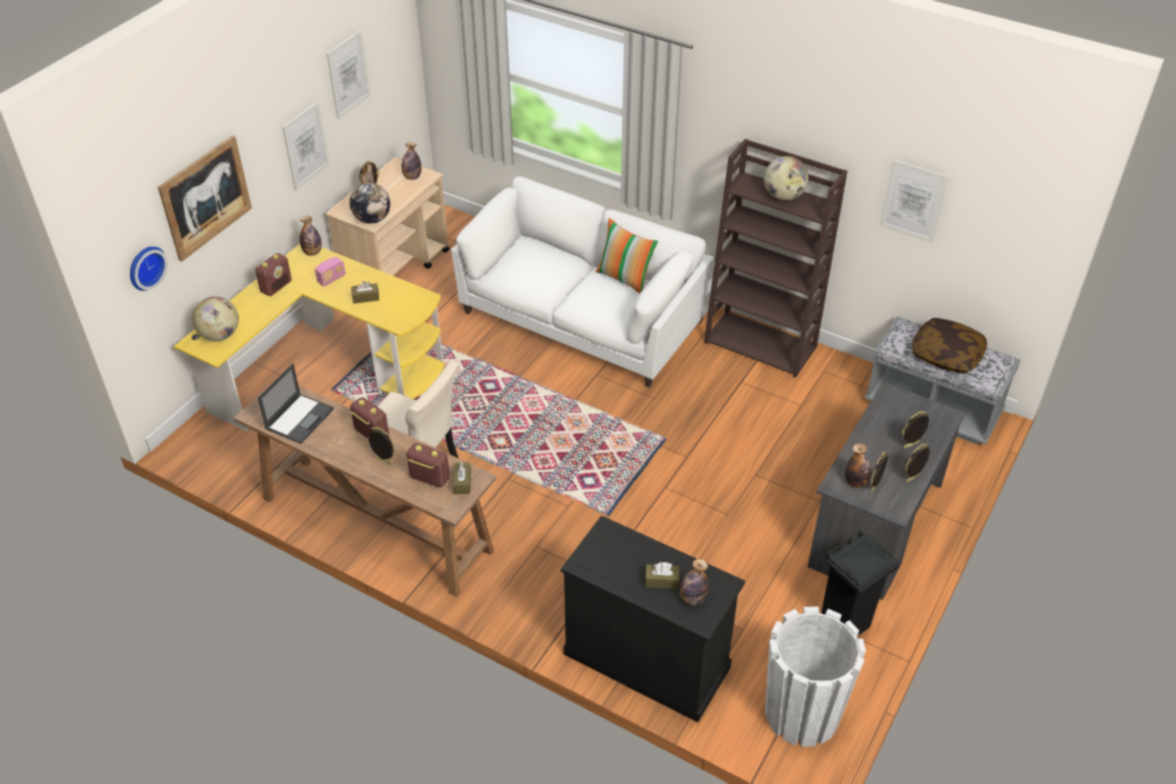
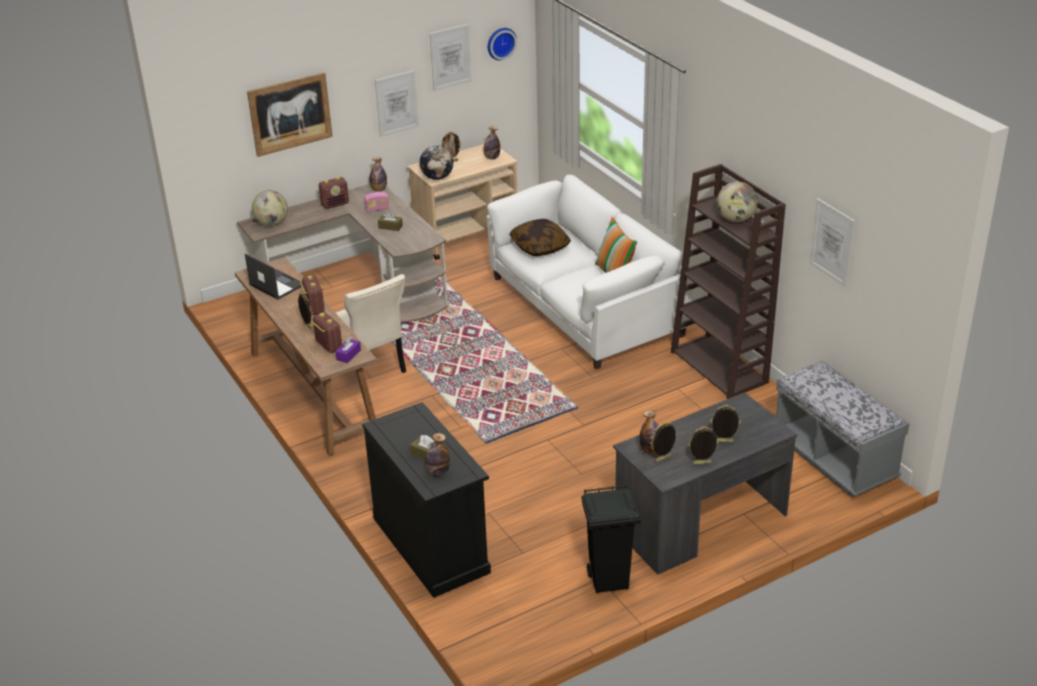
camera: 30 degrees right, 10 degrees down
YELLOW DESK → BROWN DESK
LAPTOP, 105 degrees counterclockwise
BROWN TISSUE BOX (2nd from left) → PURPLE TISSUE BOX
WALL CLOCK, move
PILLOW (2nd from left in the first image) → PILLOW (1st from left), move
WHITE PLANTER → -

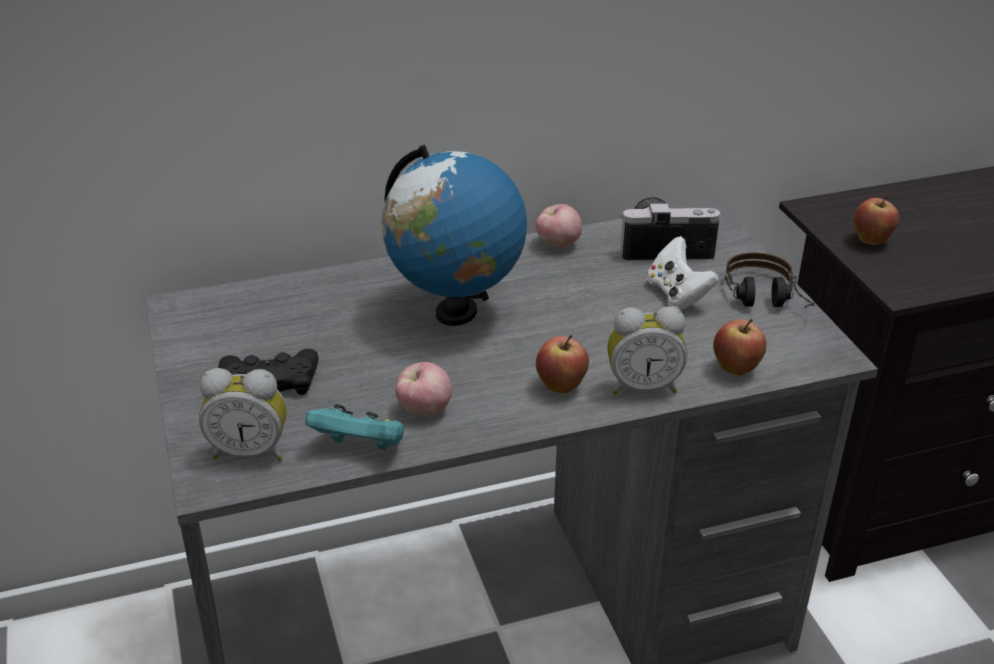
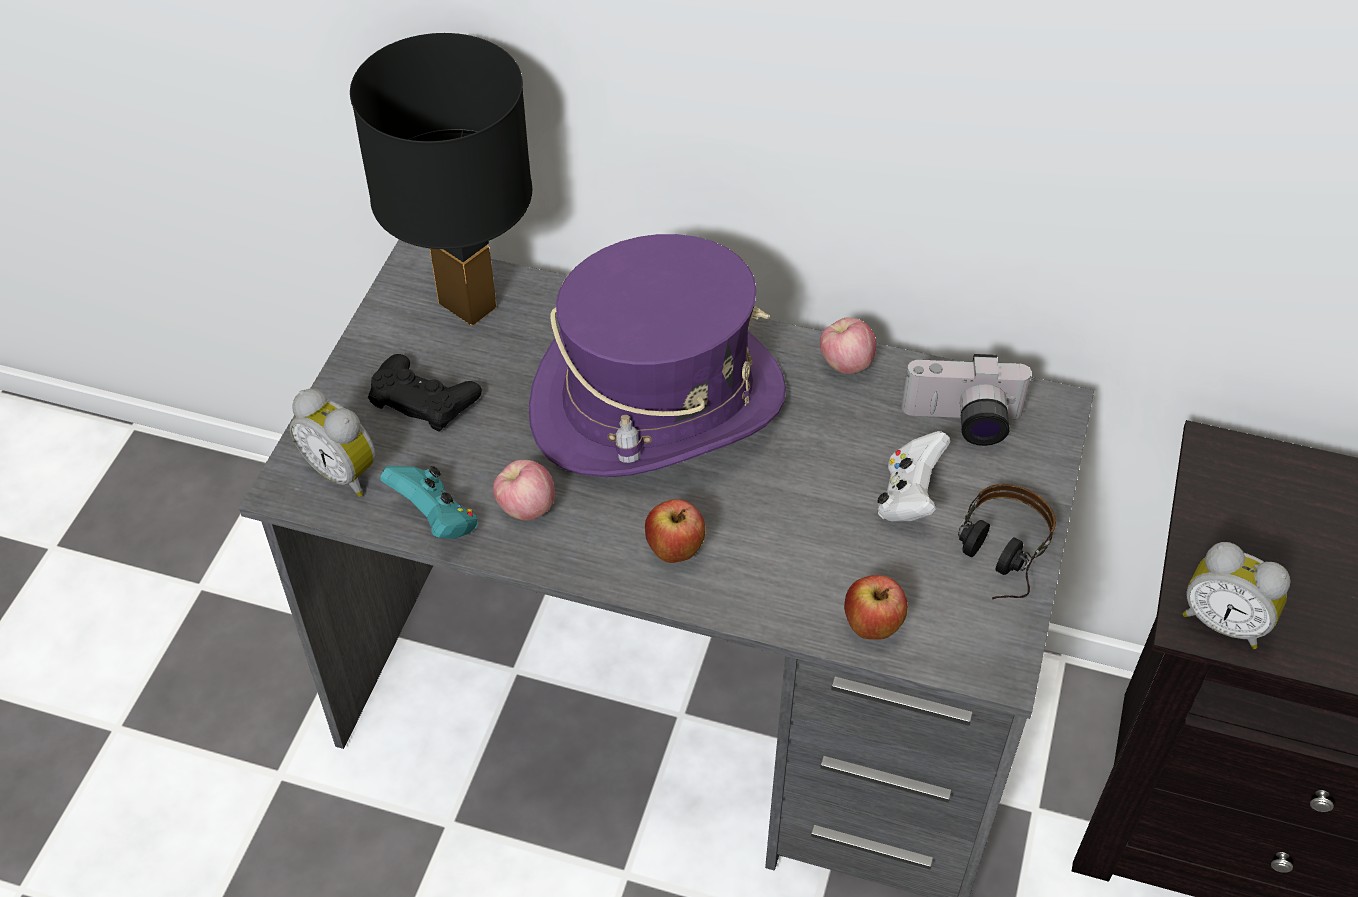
camera: 35 degrees right, 15 degrees up
- → BLACK TABLE LAMP
GLOBE → PURPLE HAT
PHOTO CAMERA, 150 degrees clockwise
ALARM CLOCK (2nd from left), move
APPLE (5th from left) → -

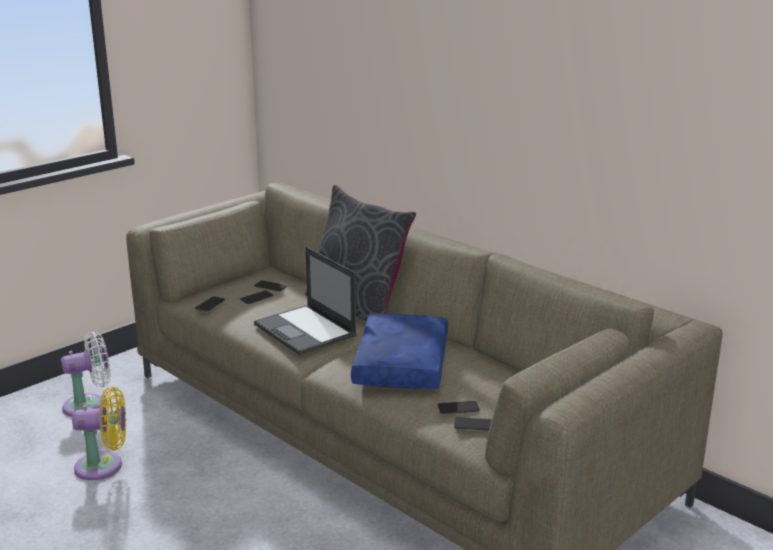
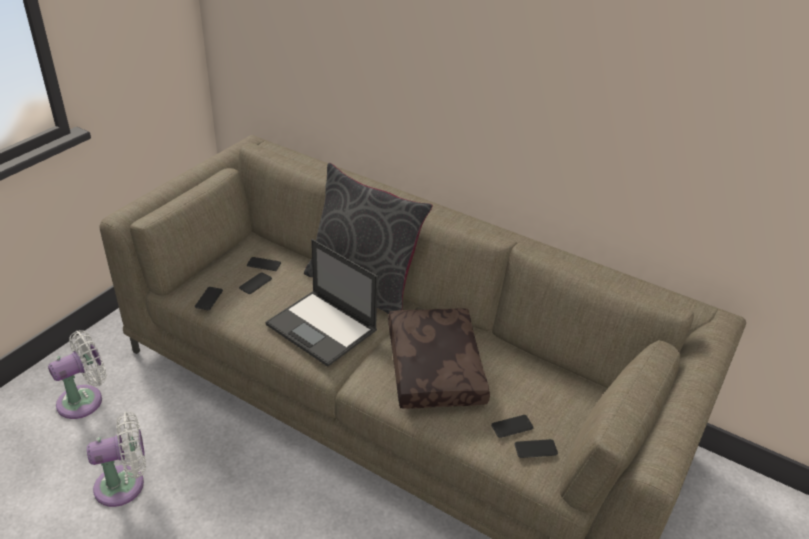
camera: 15 degrees left, 15 degrees up
YELLOW FAN → WHITE FAN (2nd from left)
BLUE PILLOW → BROWN PILLOW

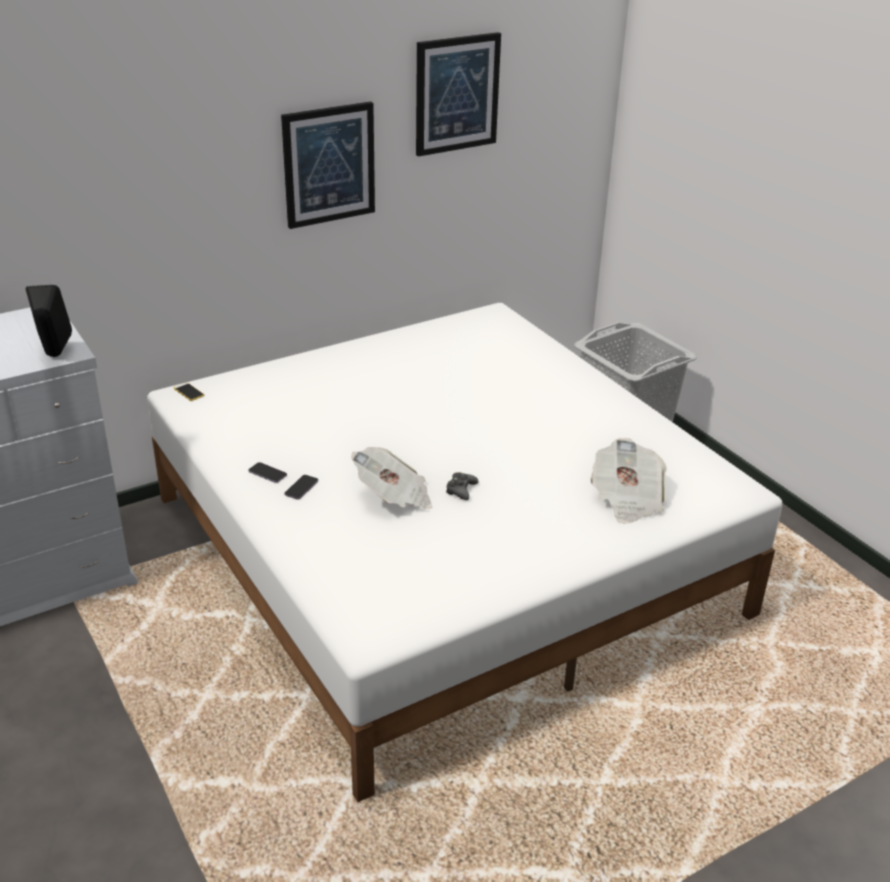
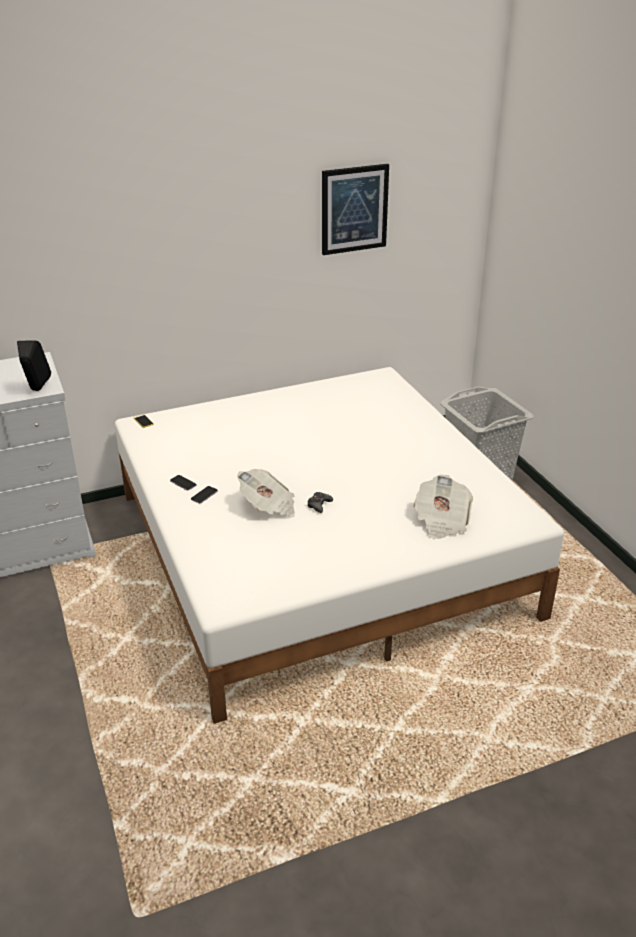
camera: 10 degrees right, 0 degrees up
PICTURE (1st from left) → -

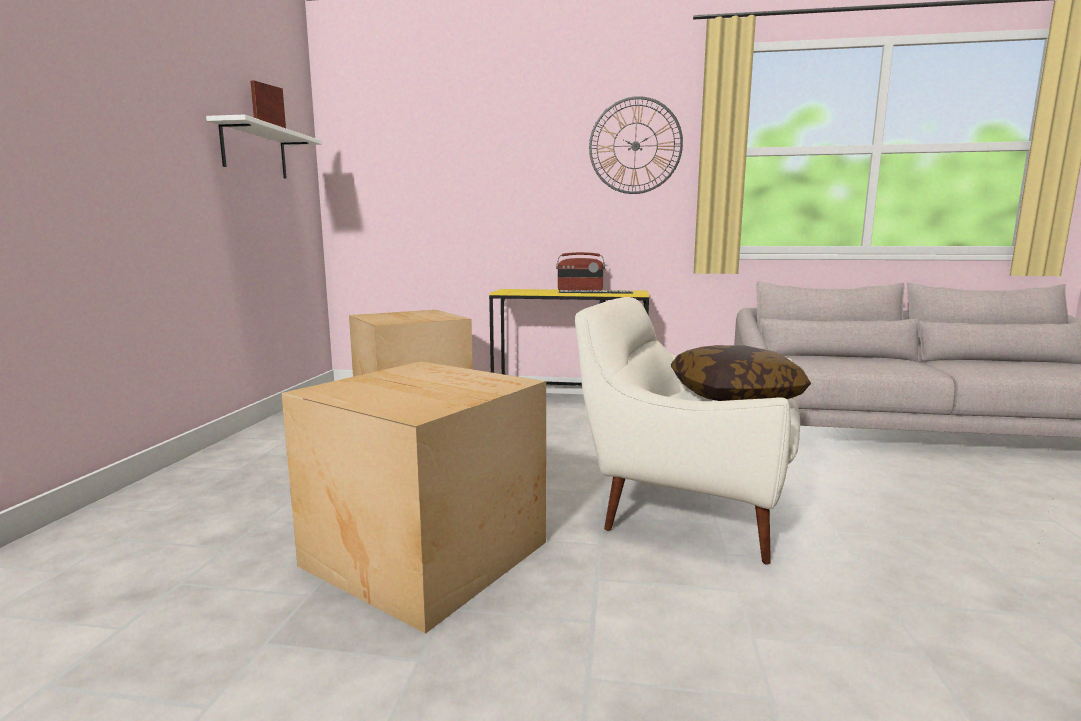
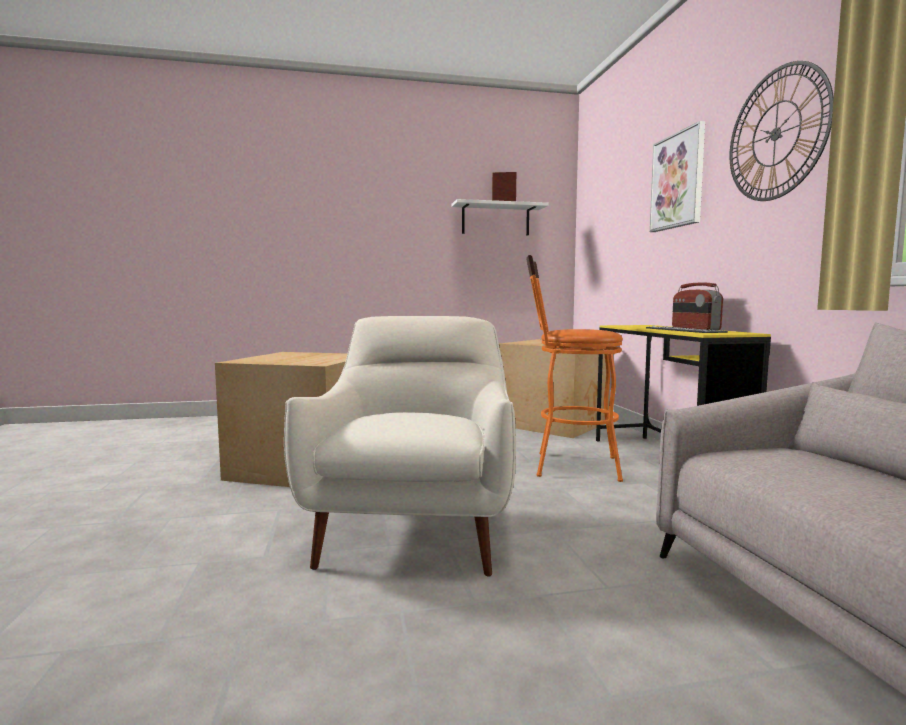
camera: 70 degrees right, 5 degrees down
- → ORANGE STOOL
- → PICTURE
PILLOW → -

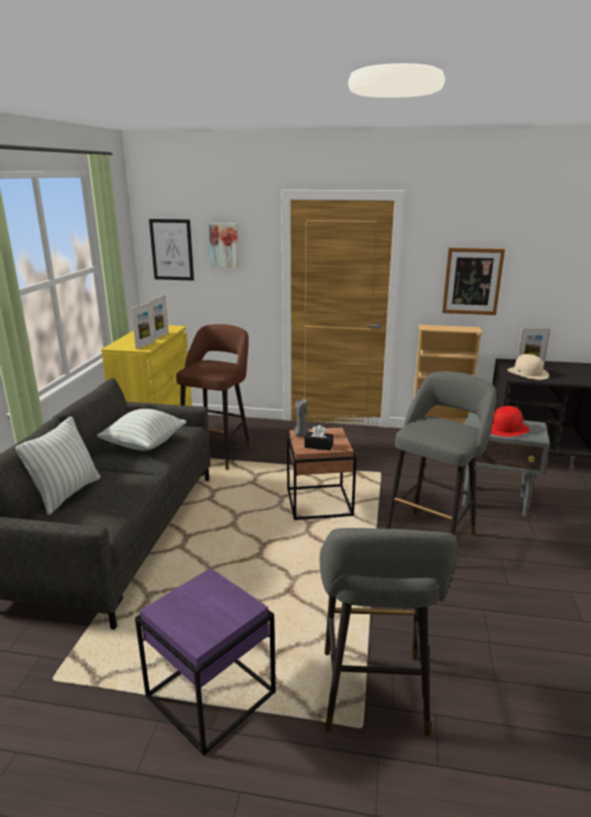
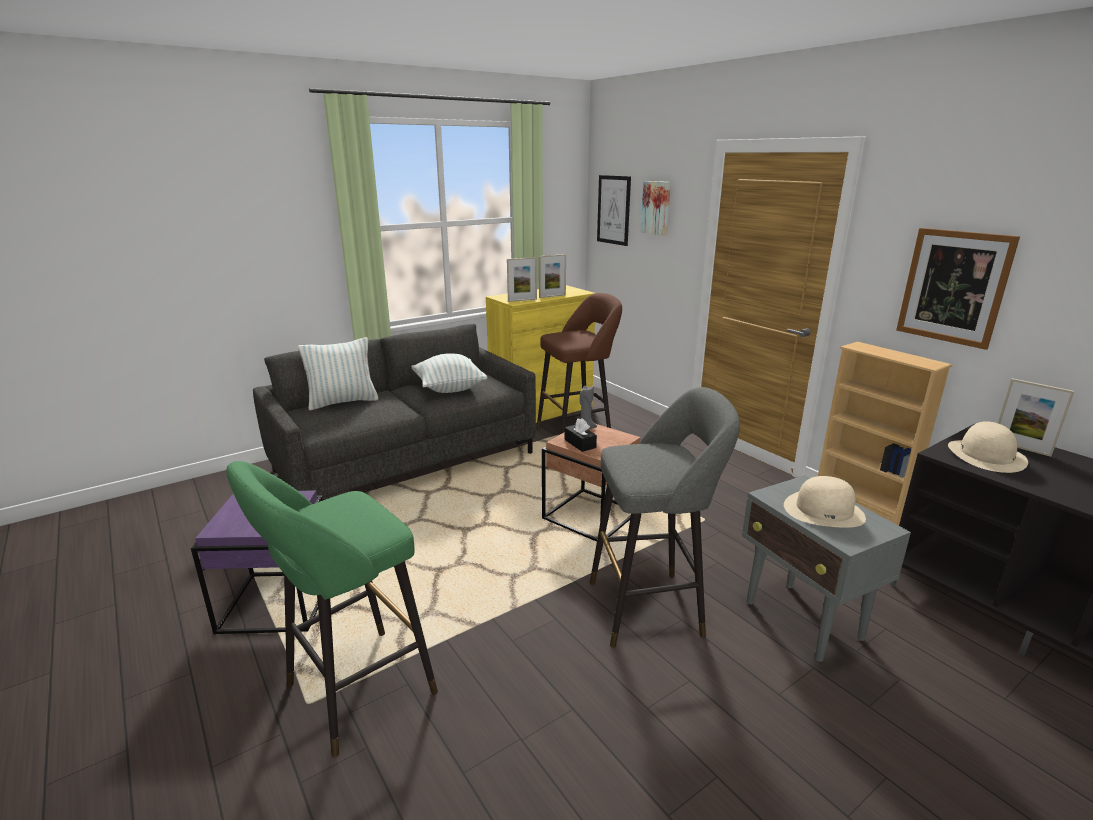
camera: 45 degrees right, 0 degrees up
GREY STOOL (1st from left) → GREEN STOOL
RED HAT → BEIGE HAT (1st from left)

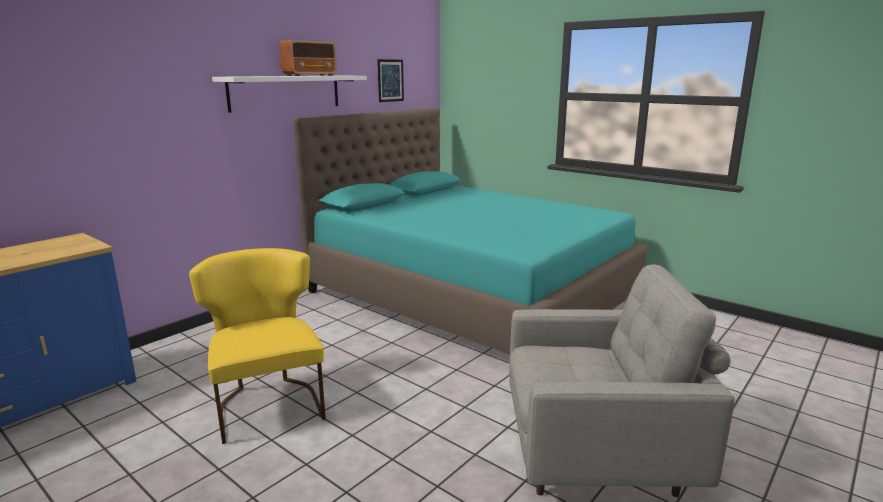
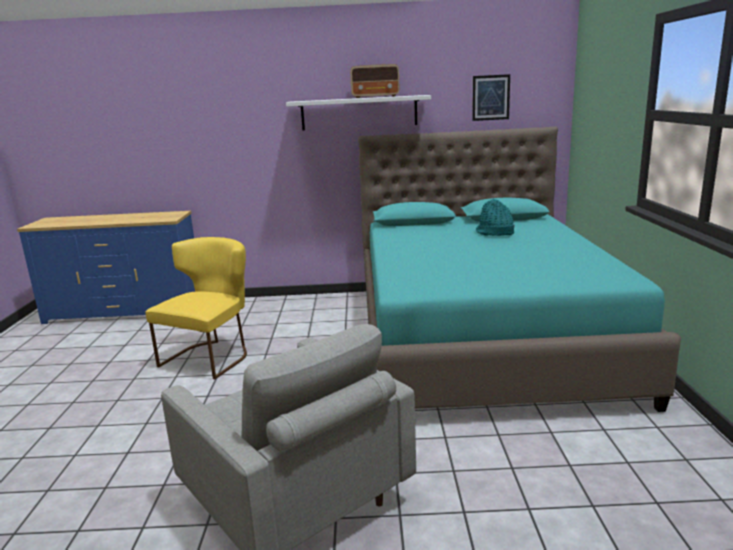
camera: 50 degrees right, 0 degrees up
- → TURQUOISE HAT

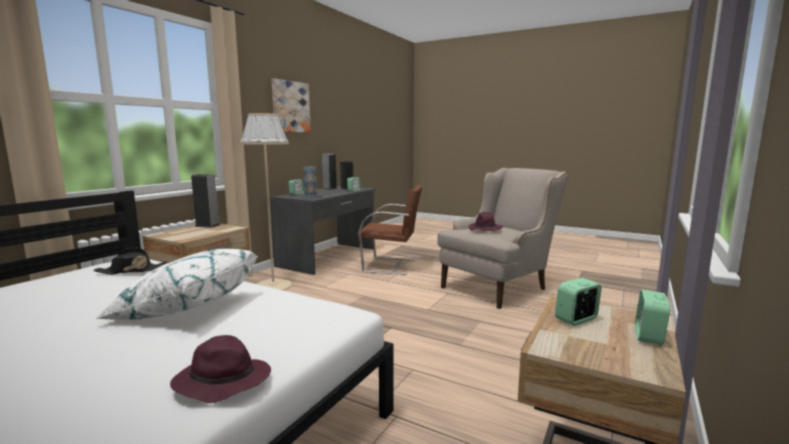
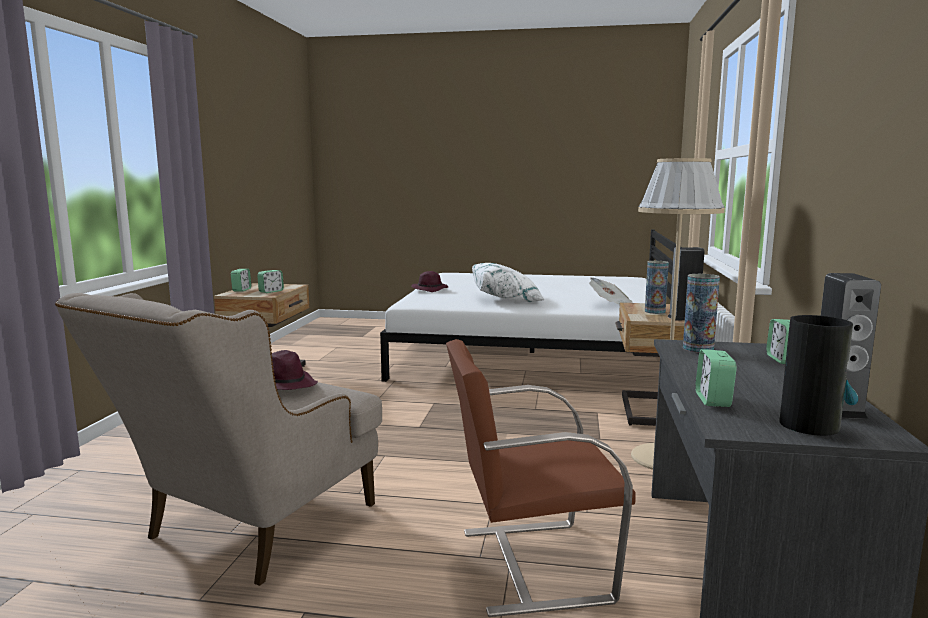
camera: 160 degrees right, 0 degrees up
BLACK HAT → NEWSPAPER
- → VASE (1st from left)
PICTURE → -

